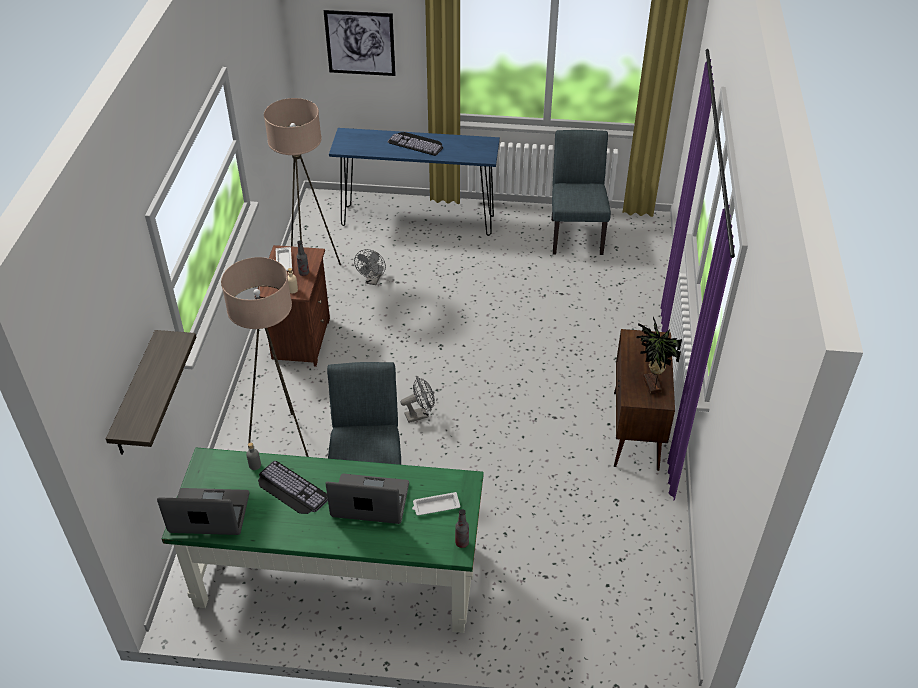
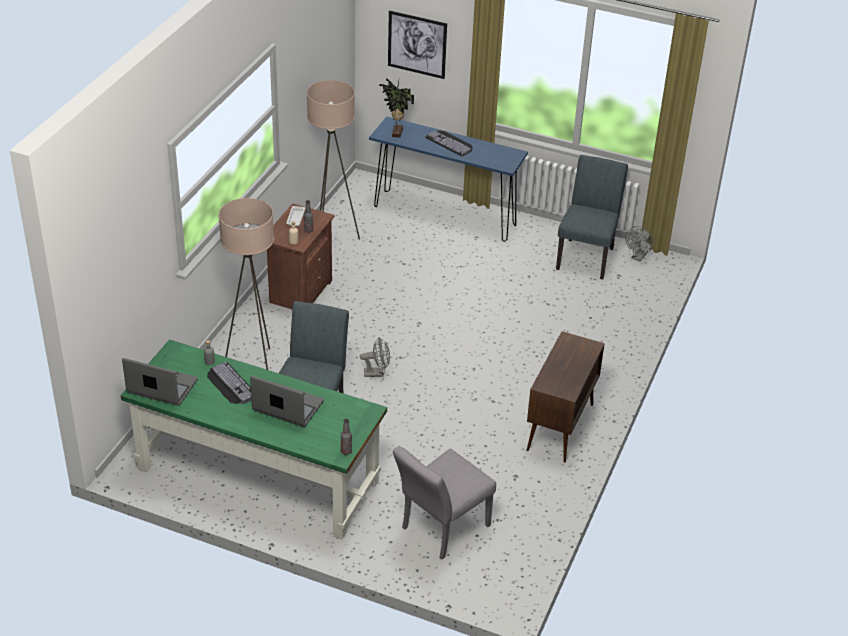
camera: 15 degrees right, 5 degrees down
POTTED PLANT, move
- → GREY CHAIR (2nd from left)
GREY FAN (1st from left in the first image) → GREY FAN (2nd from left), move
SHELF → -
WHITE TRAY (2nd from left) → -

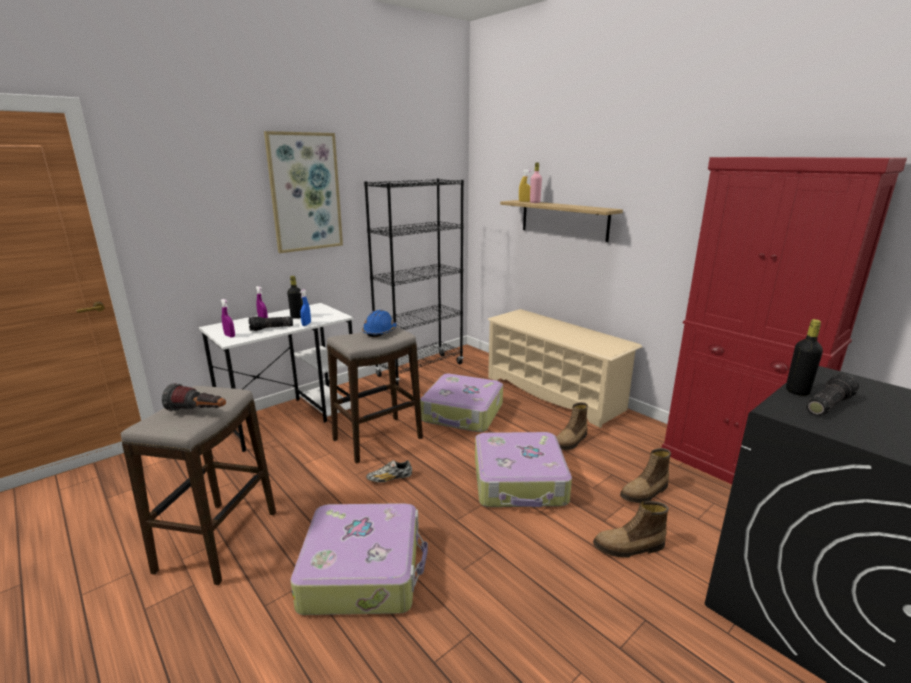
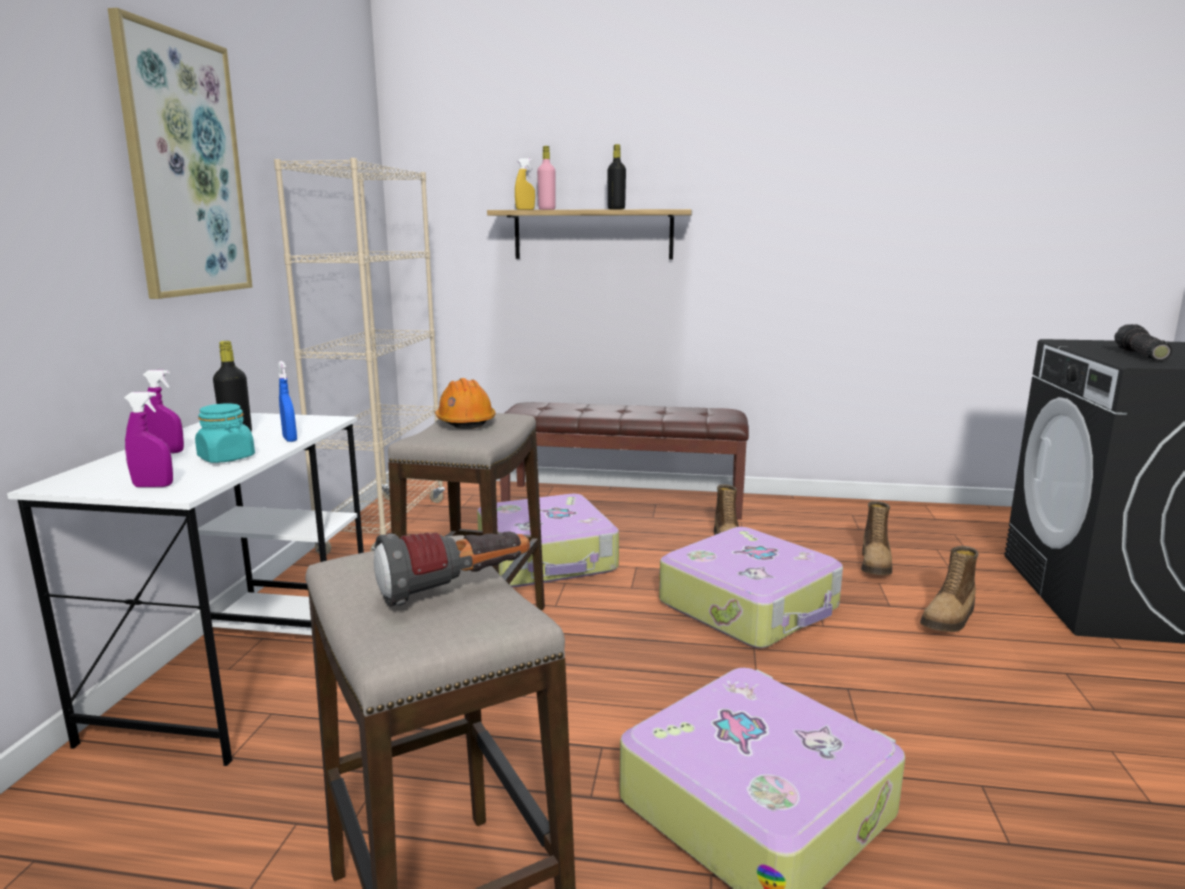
camera: 40 degrees left, 5 degrees down
FLASHLIGHT (2nd from left) → TURQUOISE JAR
BLACK BOOKCASE → BEIGE BOOKCASE
BLUE HARD HAT → ORANGE HARD HAT
BEIGE SHOE RACK → BROWN BENCH
BLACK BOTTLE (2nd from left), move
SHOE → -
RED CABINET → -

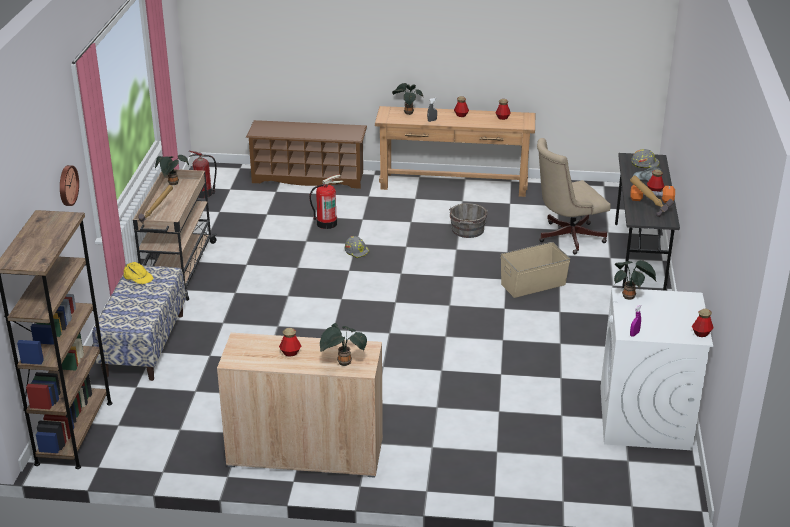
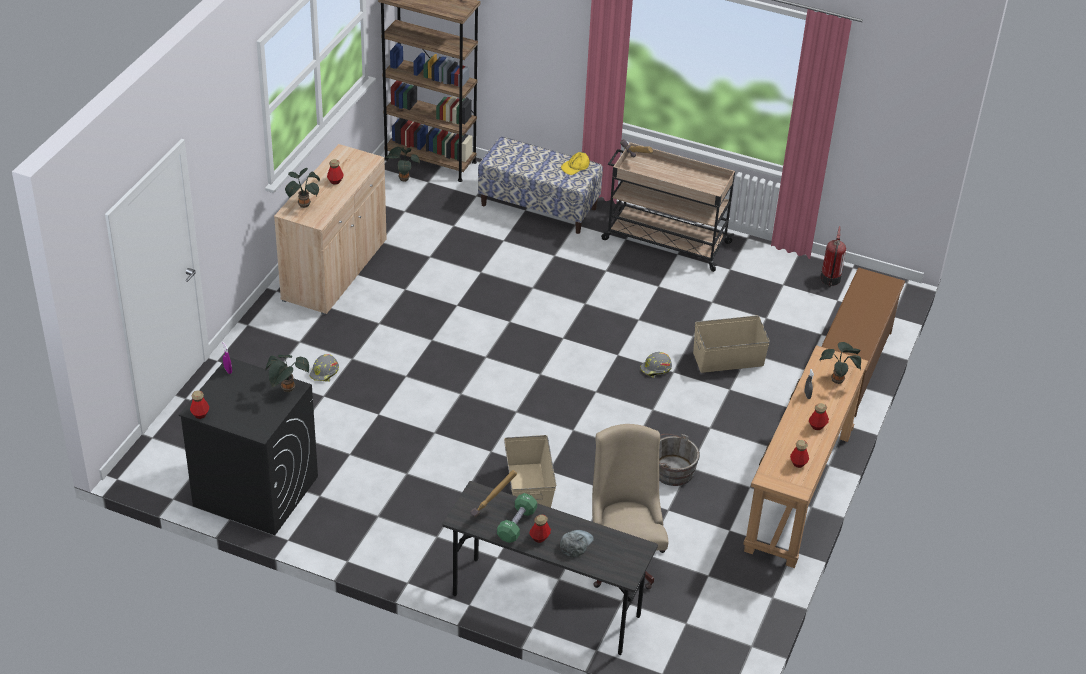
camera: 105 degrees right, 10 degrees up
WHITE WASHING MACHINE → BLACK WASHING MACHINE
GREY HARD HAT (2nd from left in the first image) → GREY HARD HAT (1st from left), move
POTTED PLANT (1st from left in the first image) → POTTED PLANT (3rd from left), move
ORANGE DUMBBELL → GREEN DUMBBELL
FIRE EXTINGUISHER (2nd from left) → BEIGE STORAGE BOX (2nd from left)
WALL CLOCK → -

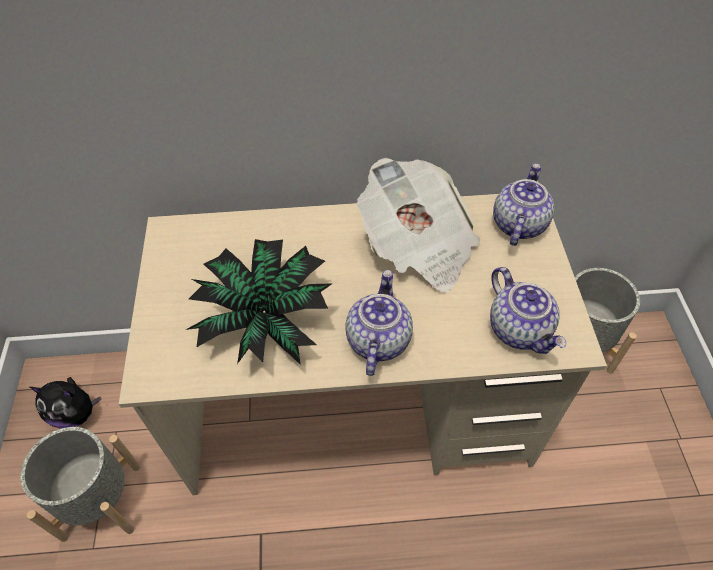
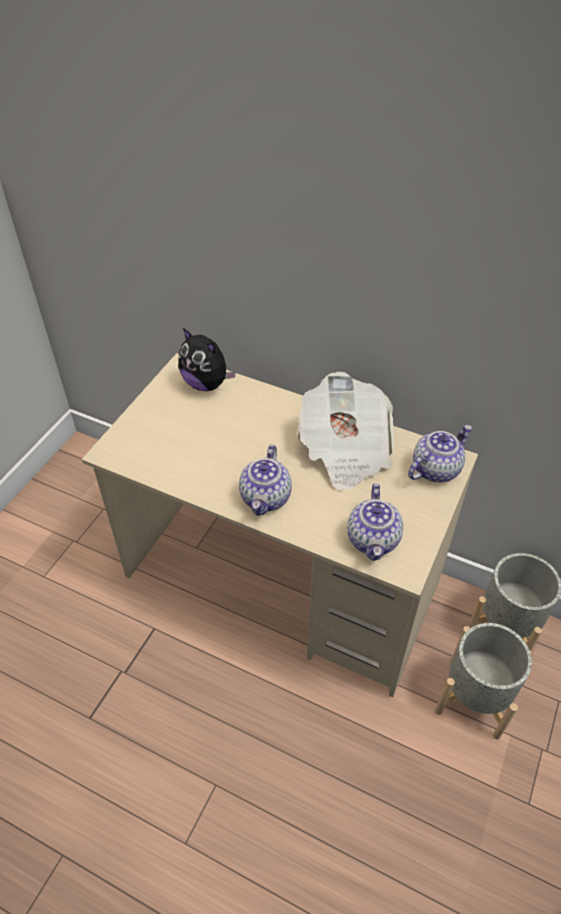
camera: 30 degrees right, 5 degrees down
PLUSH TOY, move
TEAPOT (1st from left), 150 degrees clockwise
GREY PLANTER (1st from left), move
POTTED PLANT → -

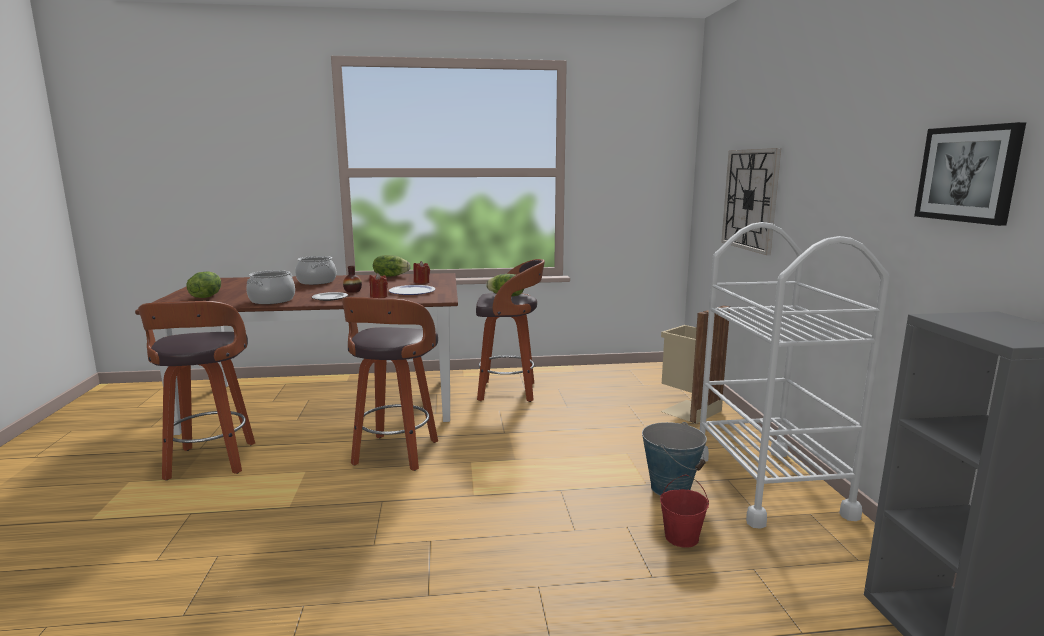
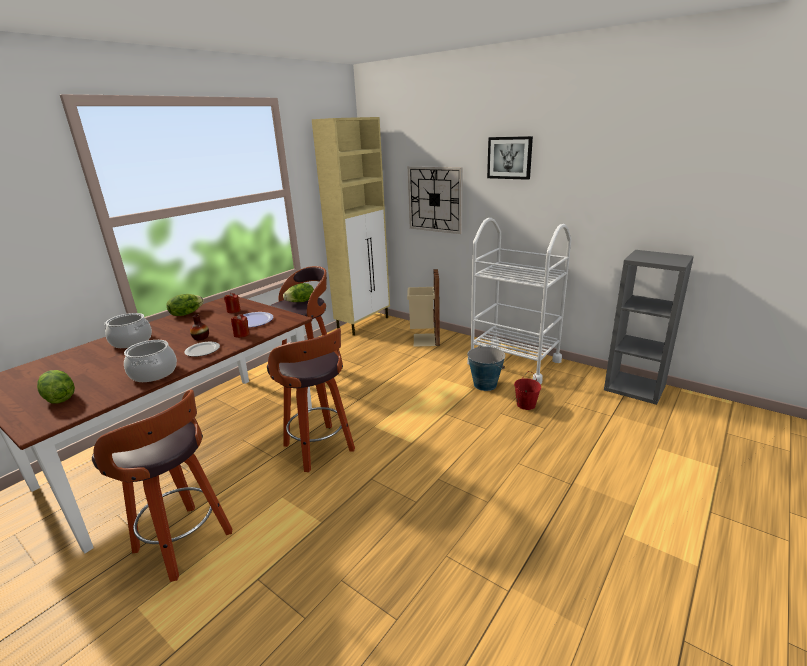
camera: 45 degrees left, 10 degrees up
- → BEIGE CABINET
PICTURE, move

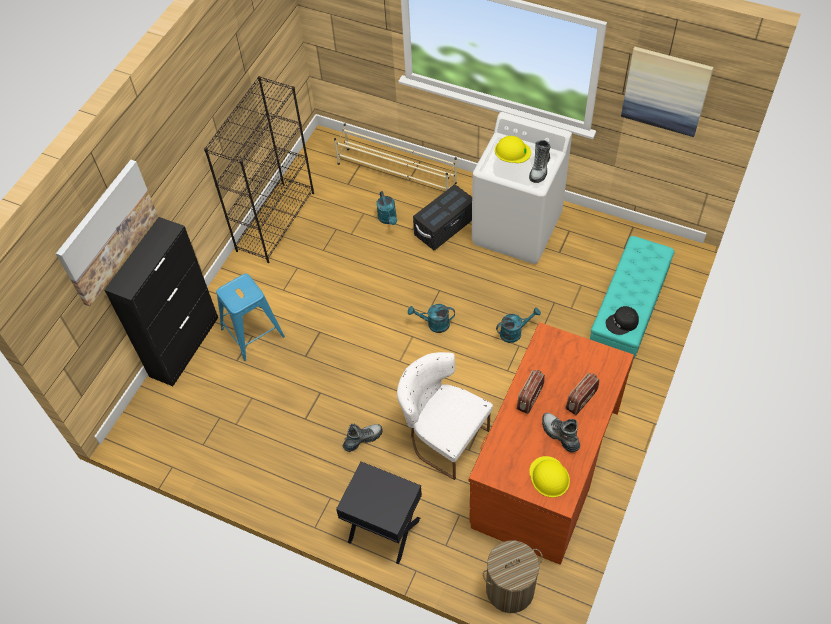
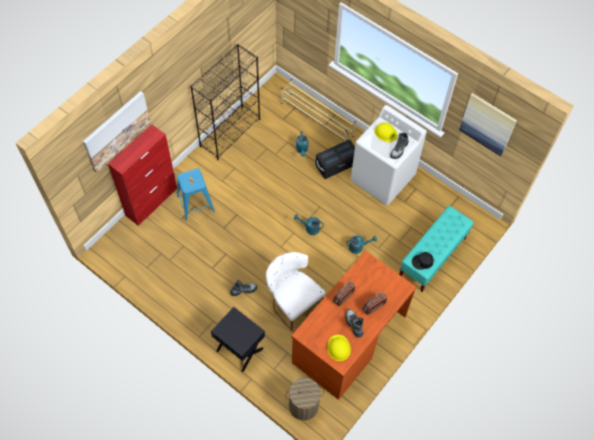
camera: 10 degrees right, 5 degrees up
BLACK CABINET → RED CABINET

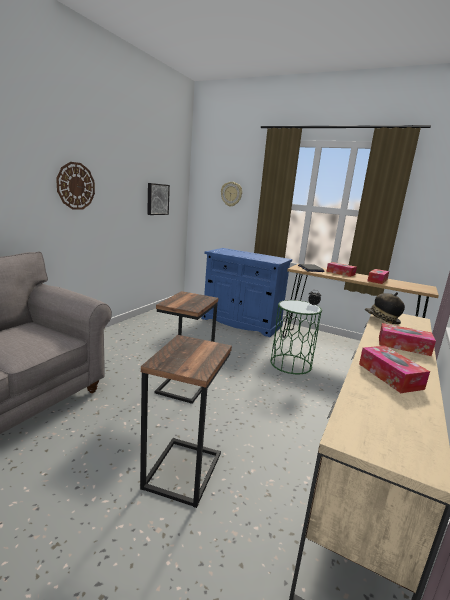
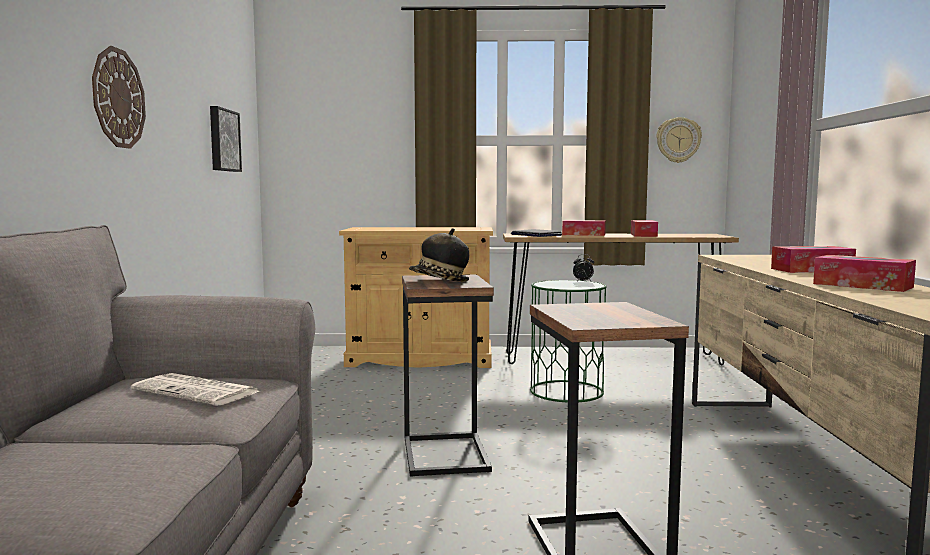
camera: 25 degrees left, 10 degrees down
- → NEWSPAPER
BLUE CABINET → BEIGE CABINET
HAT, move
WALL CLOCK (2nd from left), move

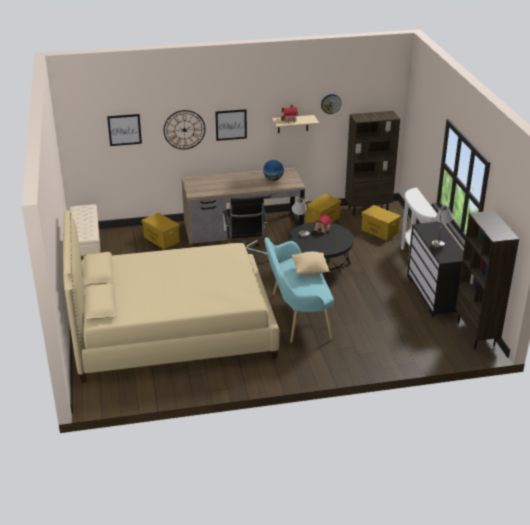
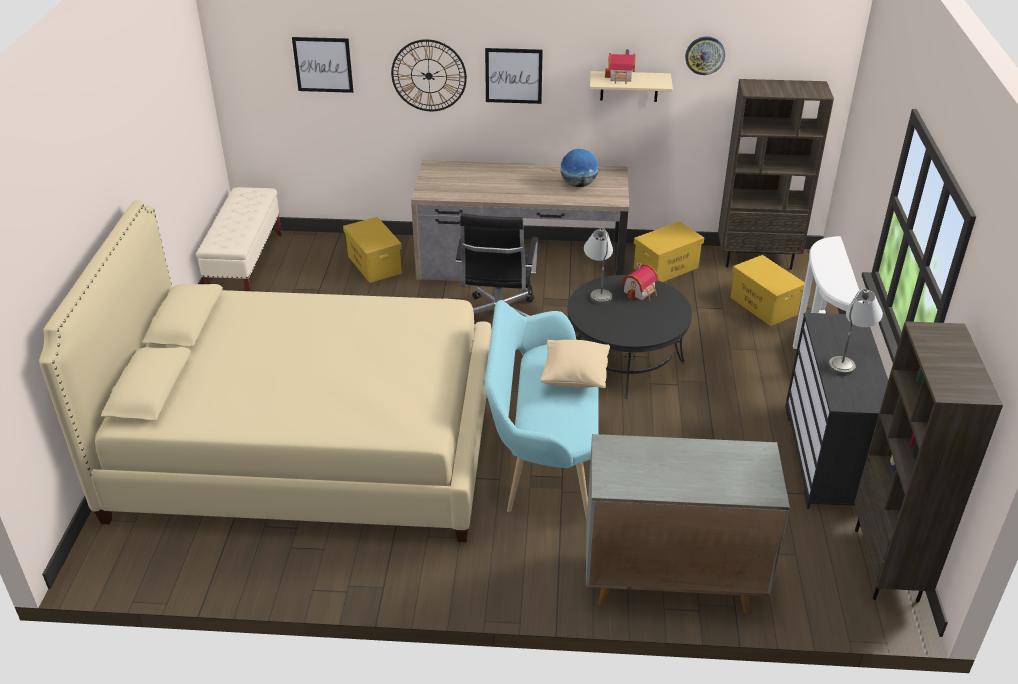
camera: 15 degrees right, 5 degrees up
- → GREY CABINET

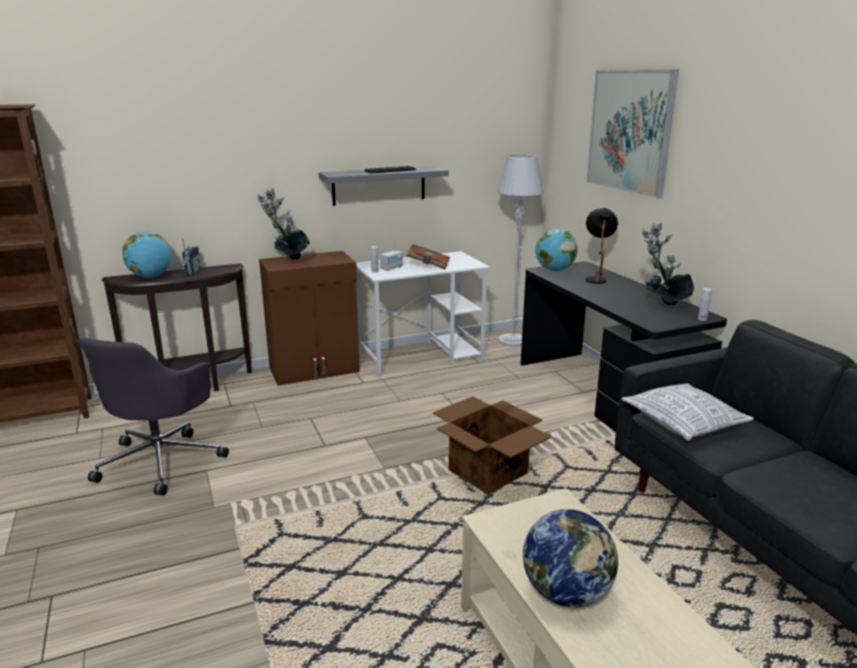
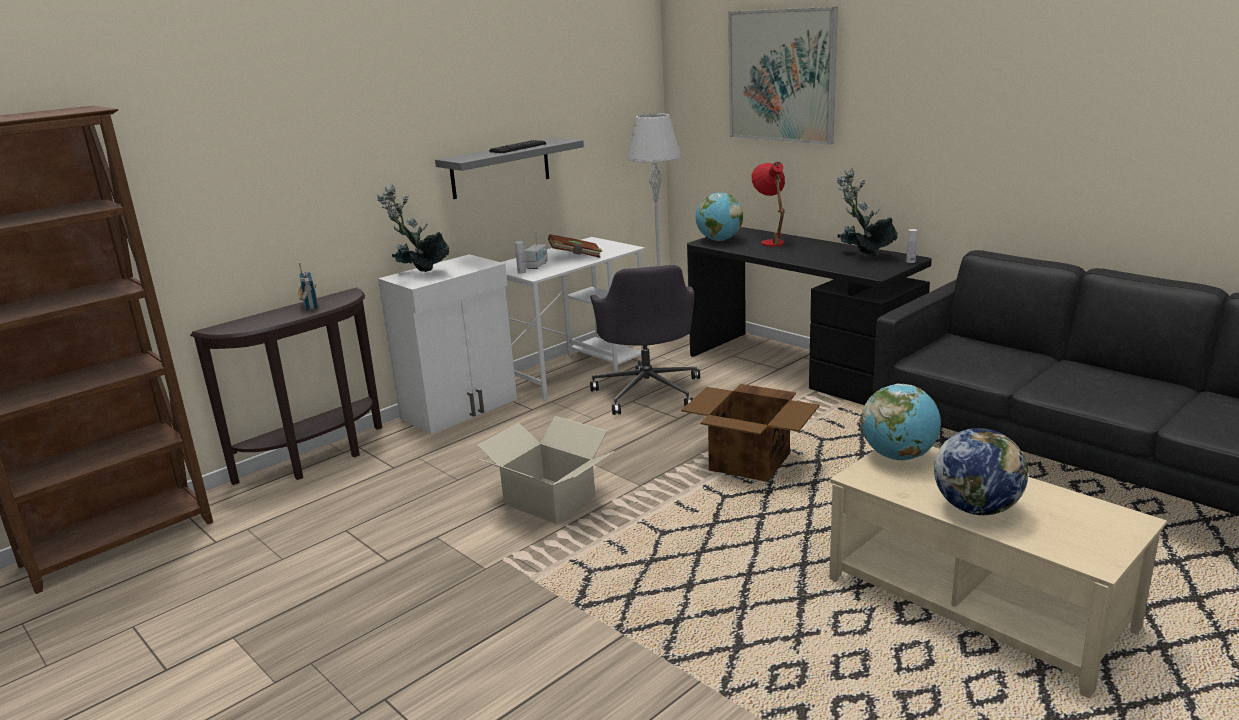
camera: 20 degrees left, 0 degrees up
BROWN CABINET → WHITE CABINET
- → CARDBOARD BOX (1st from left)
GREY OFFICE CHAIR, move
BLACK TABLE LAMP → RED TABLE LAMP
GLOBE (1st from left in the first image) → GLOBE (2nd from left), move
PILLOW → -

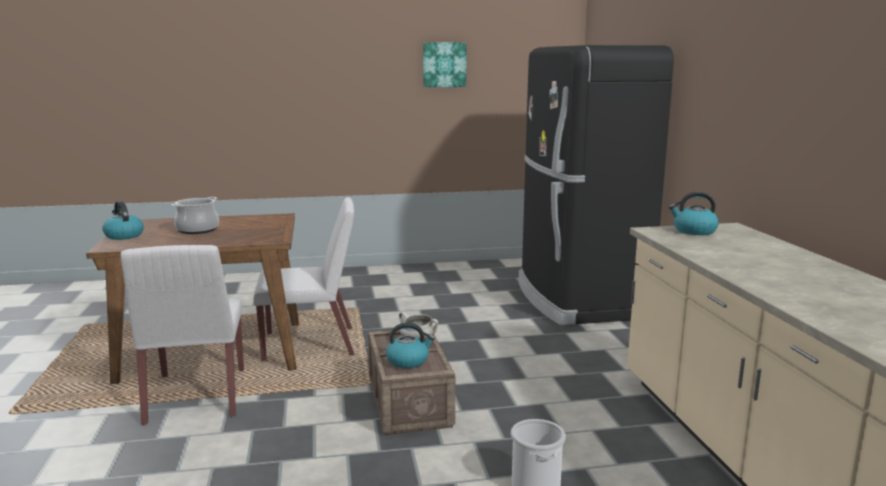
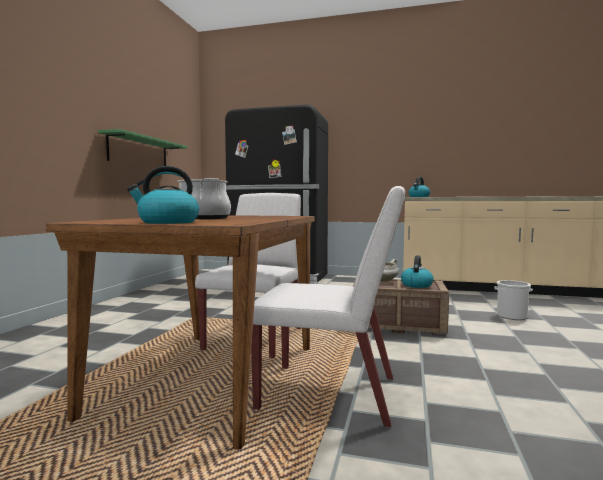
camera: 65 degrees left, 10 degrees down
- → GREEN SHELF
PICTURE → -

